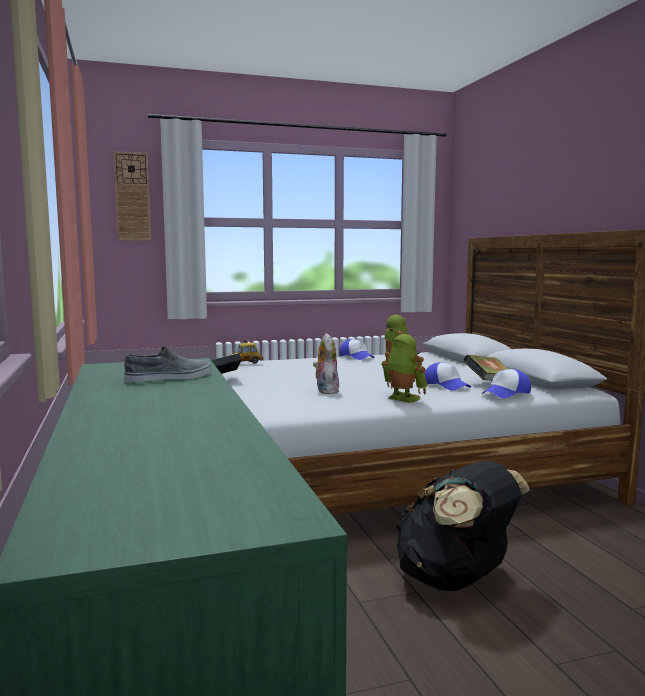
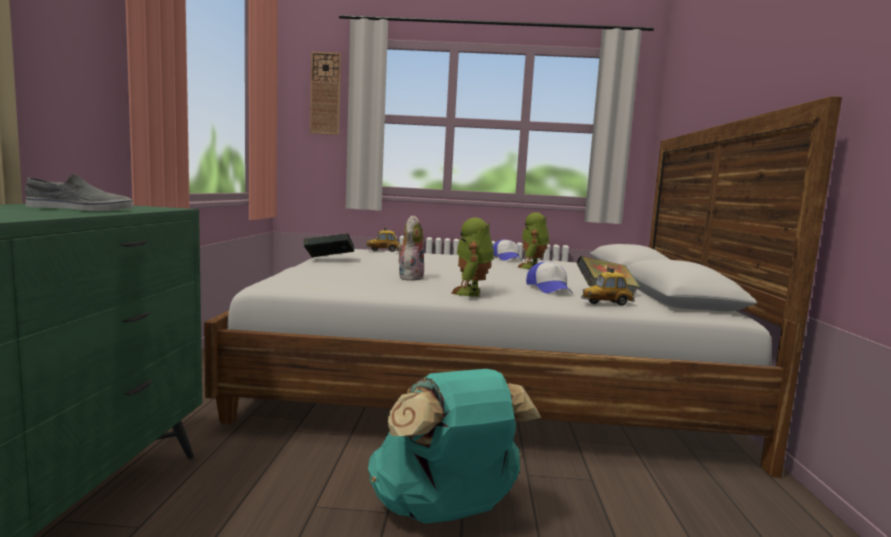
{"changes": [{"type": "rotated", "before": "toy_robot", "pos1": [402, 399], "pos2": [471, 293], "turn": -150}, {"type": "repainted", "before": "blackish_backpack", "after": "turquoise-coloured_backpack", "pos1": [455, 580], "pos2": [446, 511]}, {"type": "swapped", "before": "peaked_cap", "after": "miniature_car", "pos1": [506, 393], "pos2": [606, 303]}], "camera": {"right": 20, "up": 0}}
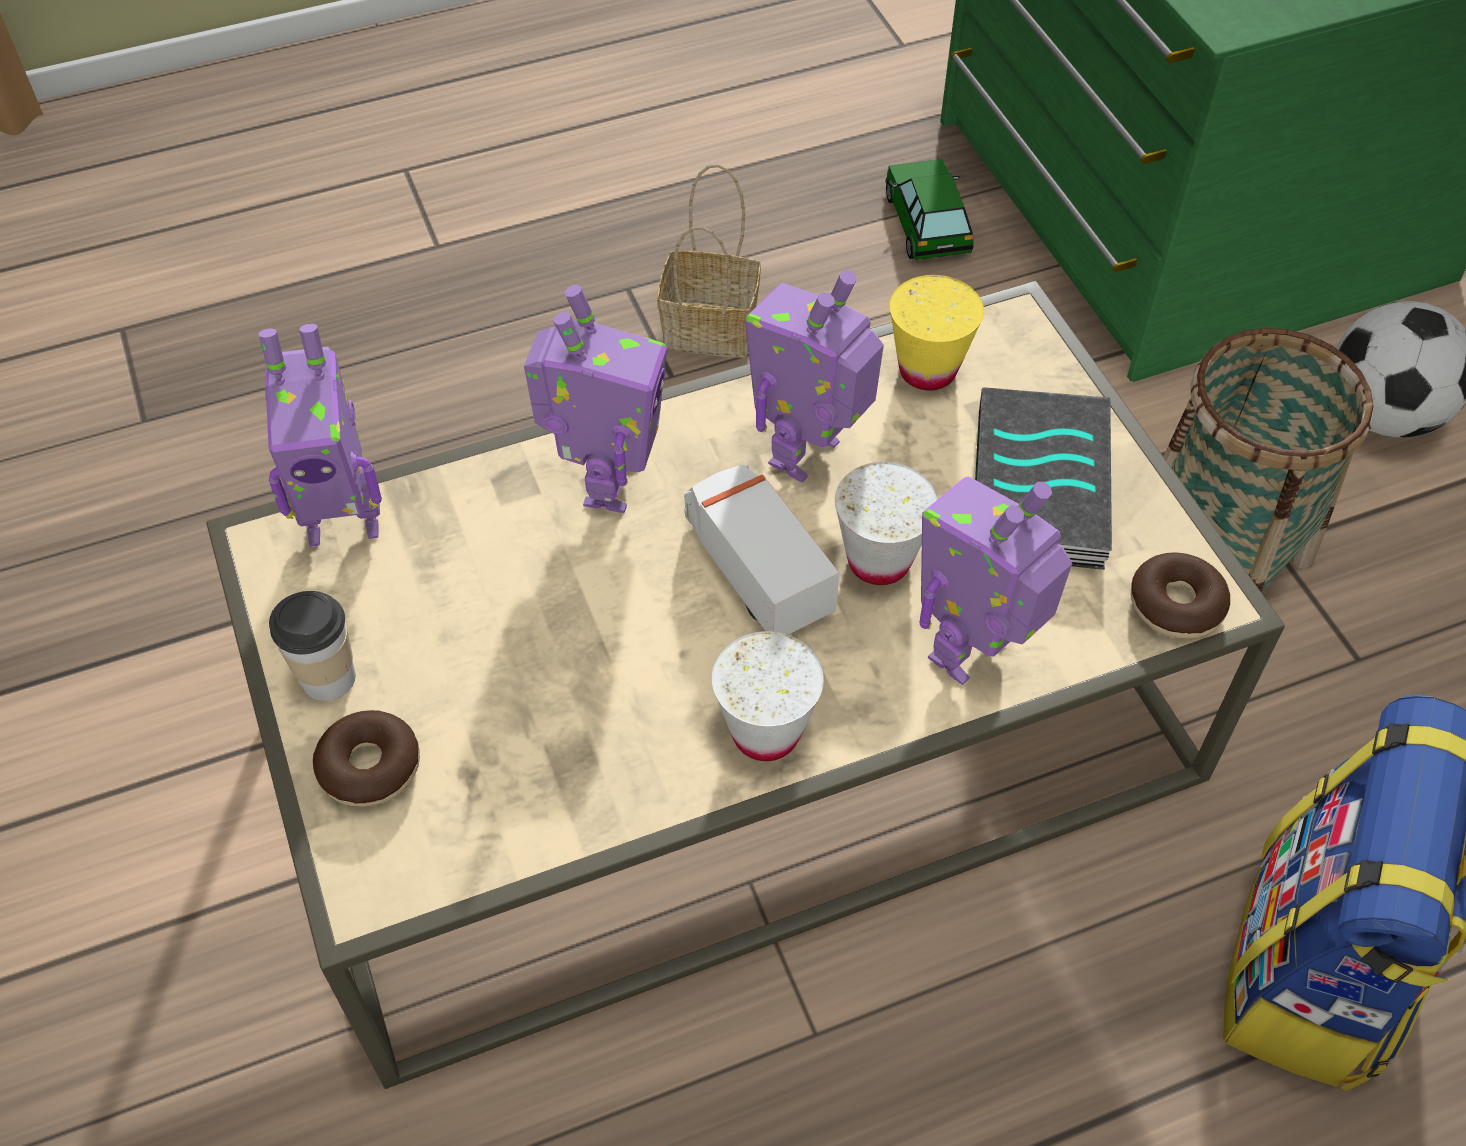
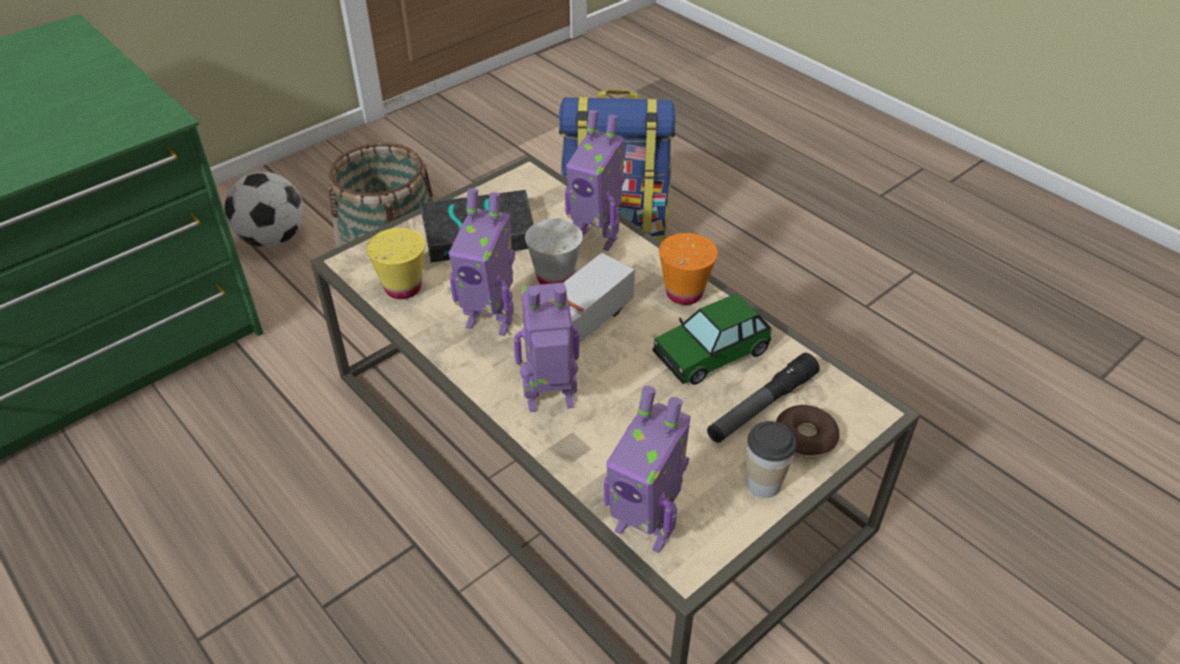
{"changes": [{"type": "rotated", "before": "toy_robot", "pos1": [343, 521], "pos2": [645, 527], "turn": 150}, {"type": "gone", "before": "household_basket", "pos1": [713, 328]}, {"type": "repainted", "before": "white-coloured_drinking_cup", "after": "orange_drinking_cup", "pos1": [765, 733], "pos2": [684, 293]}, {"type": "shifted", "before": "miniature_car", "pos1": [927, 222], "pos2": [711, 352]}, {"type": "gone", "before": "donut", "pos1": [1176, 605]}, {"type": "new", "after": "flashlight", "pos2": [761, 406]}], "camera": {"right": -110, "up": -10}}
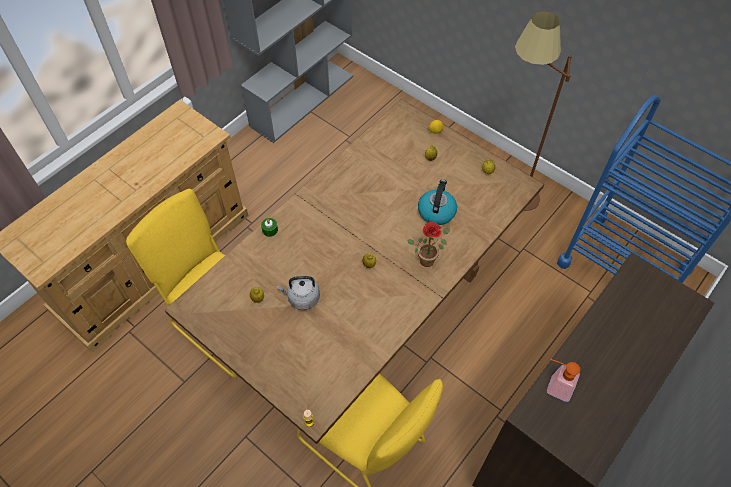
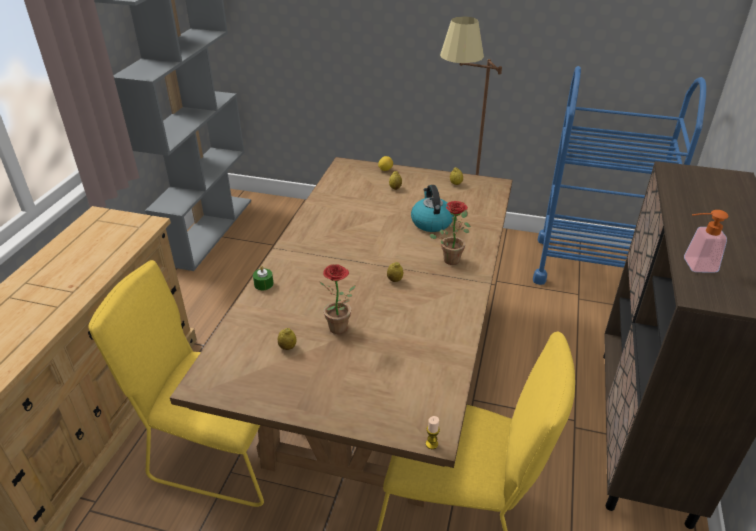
{"changes": [{"type": "swapped", "before": "gray_tea_kettle", "after": "plant_in_a_pot", "pos1": [302, 298], "pos2": [340, 330]}], "camera": {"right": -25, "up": -20}}
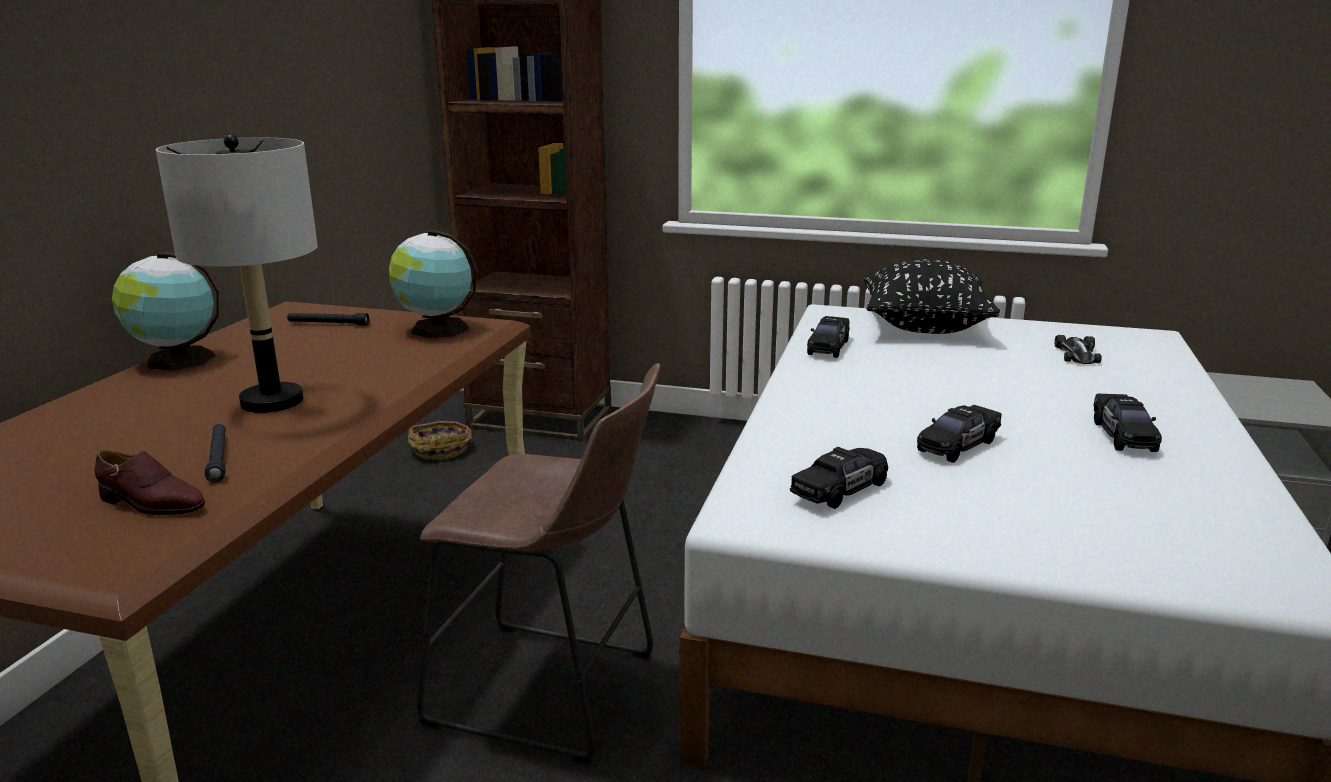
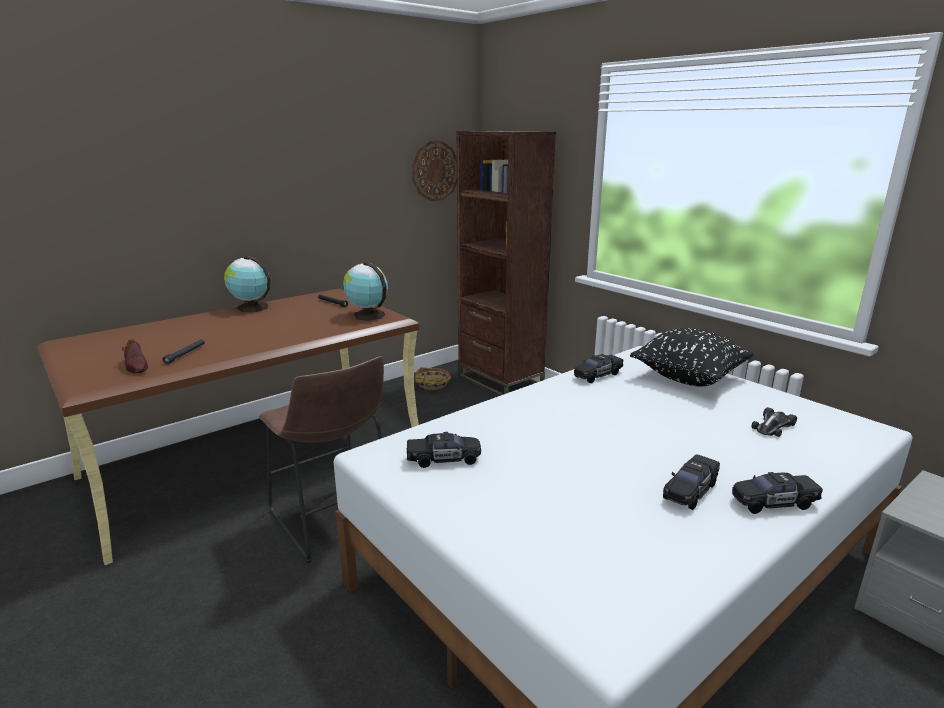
{"changes": [{"type": "gone", "before": "gray_tabletop_lamp", "pos1": [271, 401]}, {"type": "shifted", "before": "blackish_miniature_car", "pos1": [957, 446], "pos2": [773, 502]}, {"type": "new", "after": "clock_on_the_wall", "pos2": [435, 171]}], "camera": {"right": 35, "up": 0}}
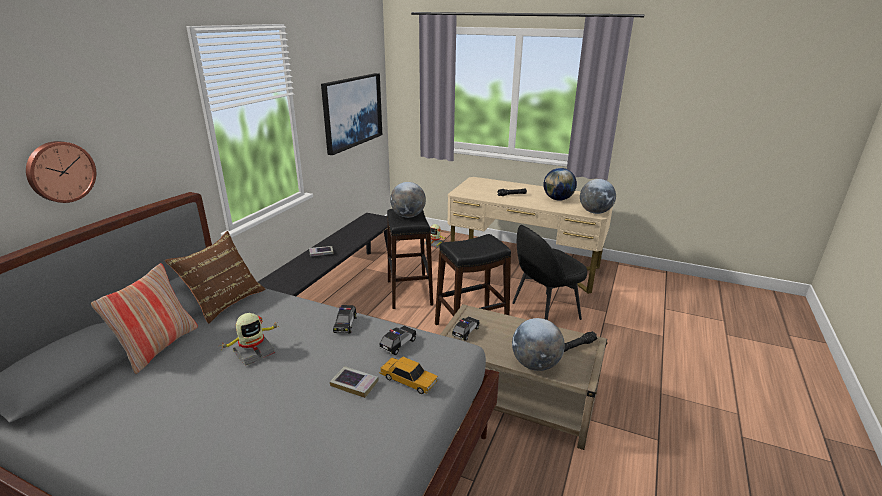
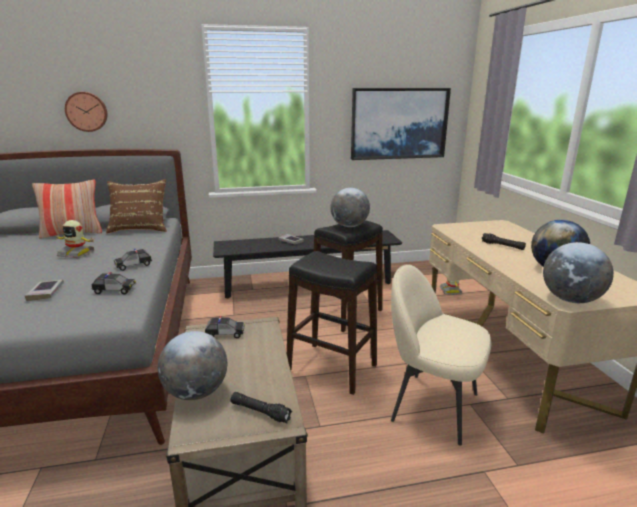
{"changes": [{"type": "gone", "before": "miniature_car", "pos1": [409, 380]}, {"type": "repainted", "before": "blackish_plain_chair", "after": "beige-coloured_plain_chair", "pos1": [544, 311], "pos2": [432, 405]}], "camera": {"right": 55, "up": -5}}
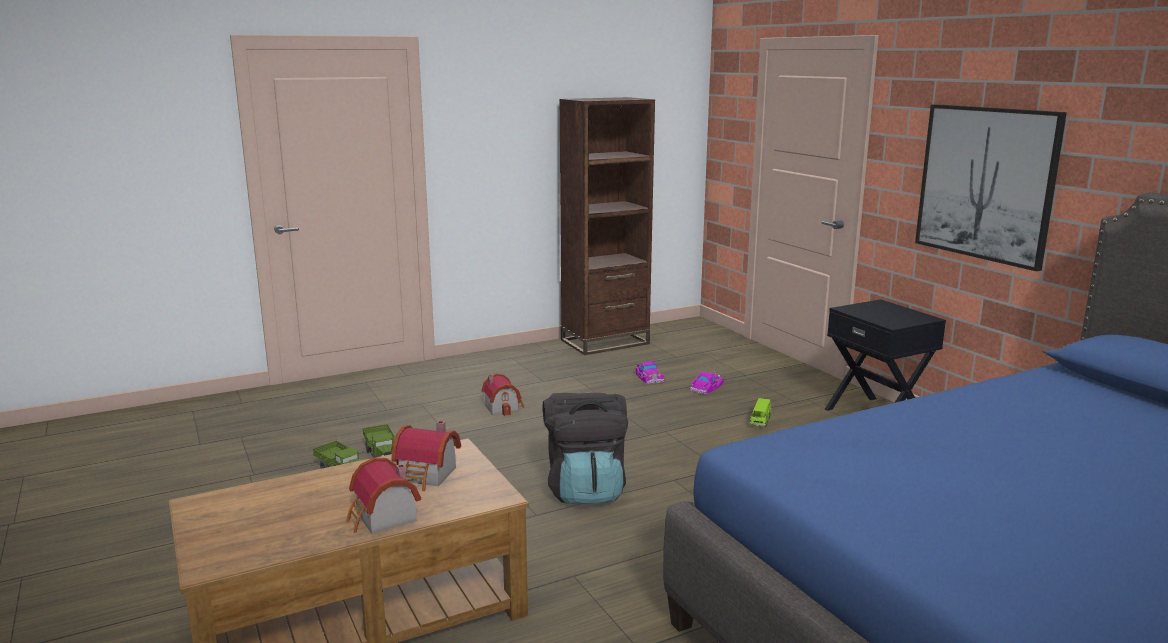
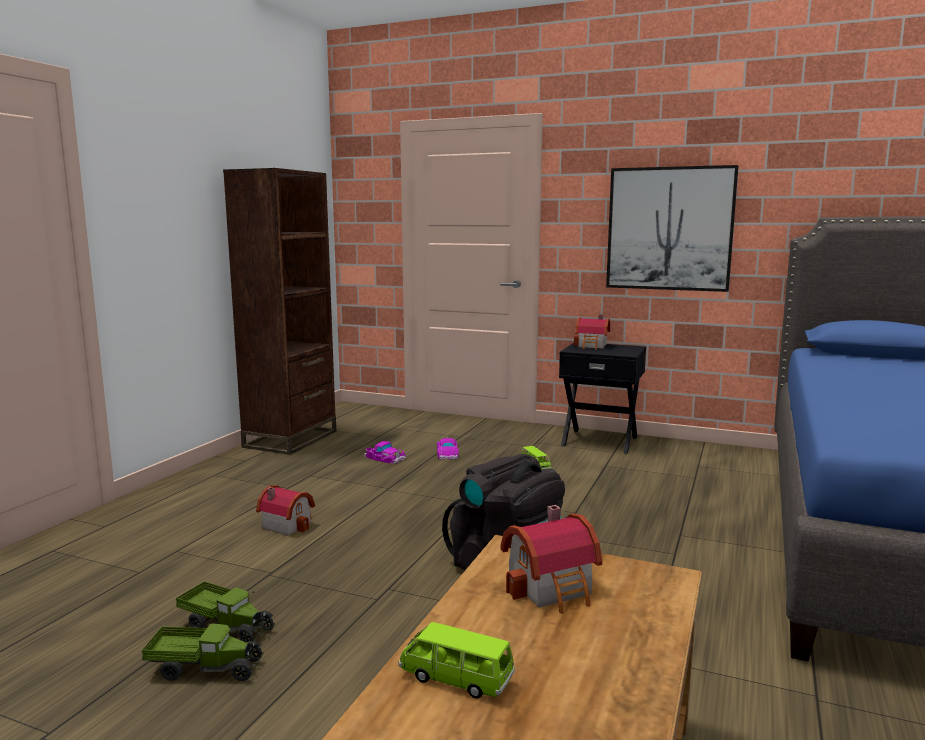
{"changes": [{"type": "shifted", "before": "model_house", "pos1": [383, 519], "pos2": [593, 346]}, {"type": "new", "after": "green_miniature_car", "pos2": [456, 678]}], "camera": {"right": -40, "up": -5}}
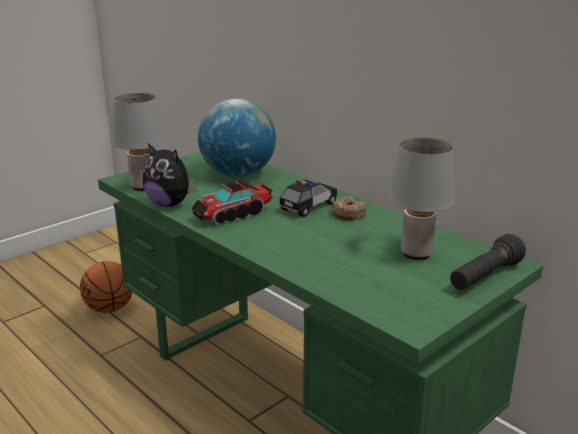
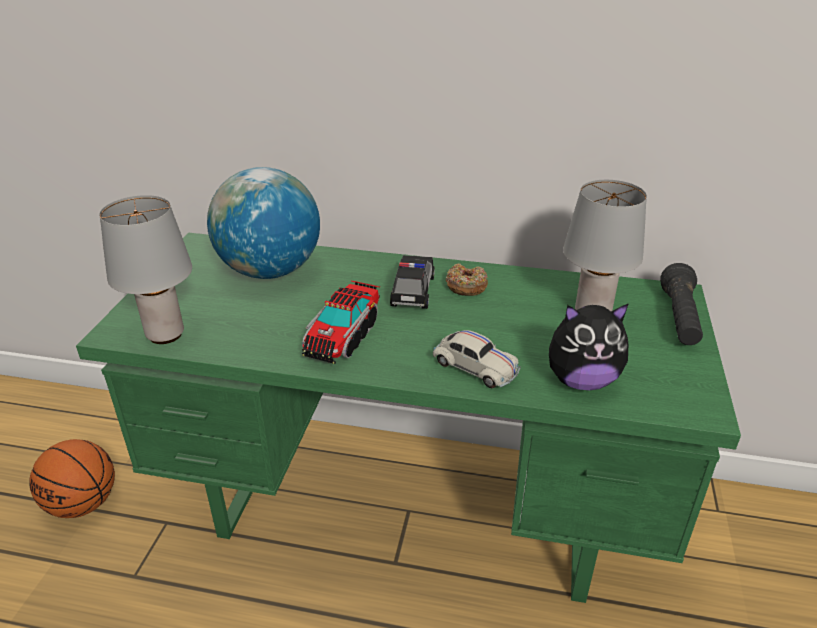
{"changes": [{"type": "shifted", "before": "soft_toy", "pos1": [170, 204], "pos2": [581, 380]}, {"type": "new", "after": "white-coloured_miniature_car", "pos2": [475, 367]}], "camera": {"right": -35, "up": 10}}
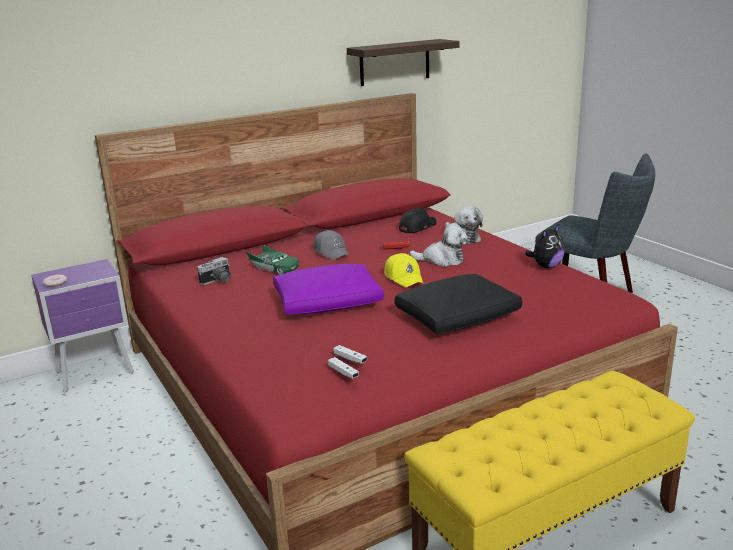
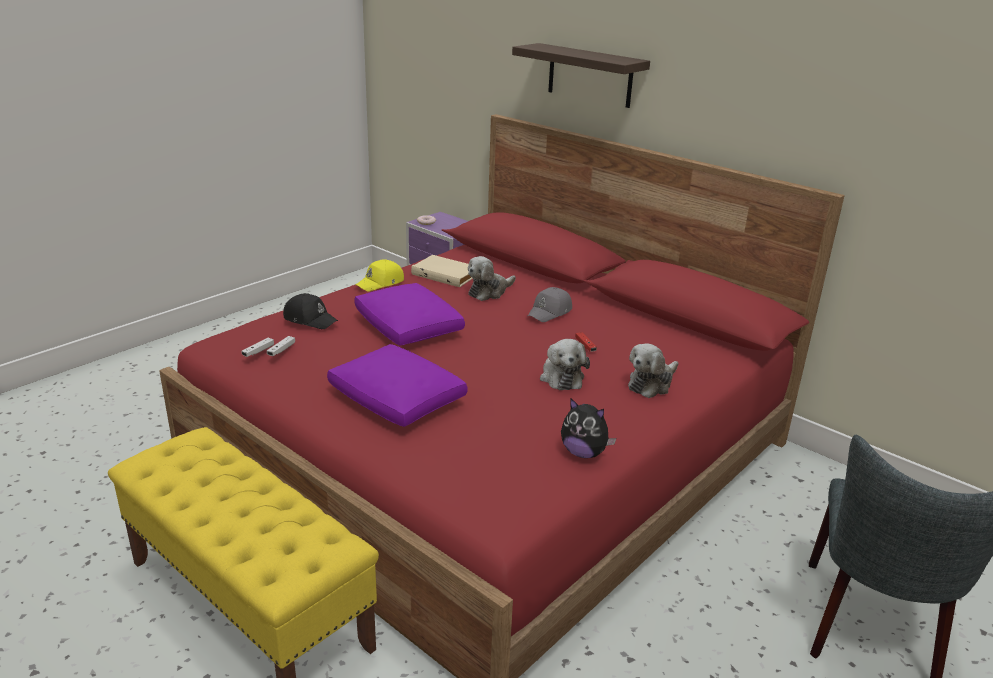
{"changes": [{"type": "swapped", "before": "still_camera", "after": "beige-coloured_volume", "pos1": [217, 281], "pos2": [446, 274]}, {"type": "swapped", "before": "green_miniature_car", "after": "soft_toy", "pos1": [274, 268], "pos2": [489, 292]}, {"type": "shifted", "before": "wall_shelf", "pos1": [395, 62], "pos2": [590, 75]}, {"type": "shifted", "before": "yellowish_peaked_cap", "pos1": [404, 277], "pos2": [381, 283]}, {"type": "repainted", "before": "blackish_throw_pillow", "after": "purplish_throw_pillow", "pos1": [458, 317], "pos2": [398, 400]}, {"type": "shifted", "before": "blackish_peaked_cap", "pos1": [417, 227], "pos2": [310, 319]}], "camera": {"right": 70, "up": 5}}
